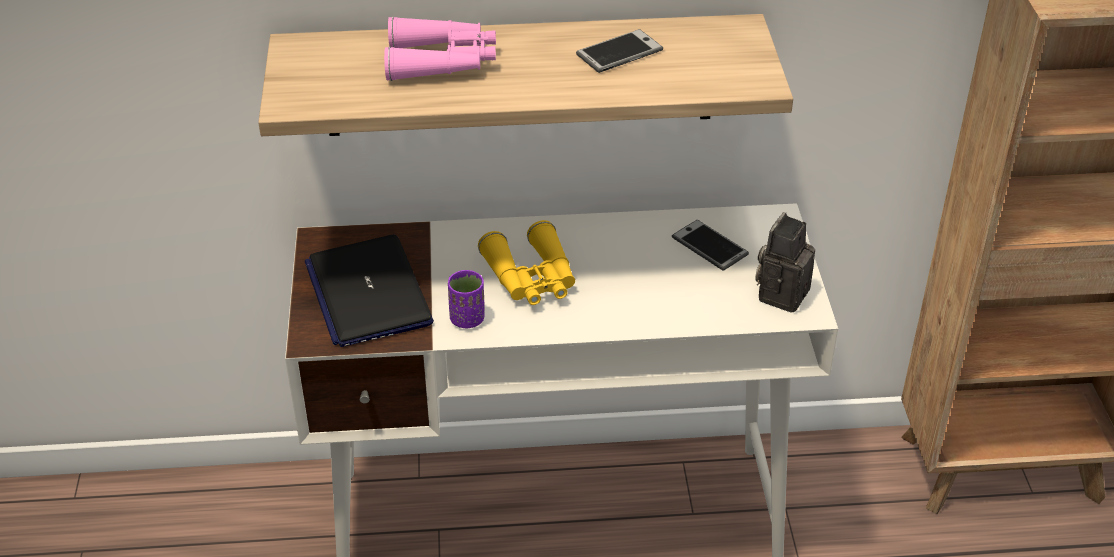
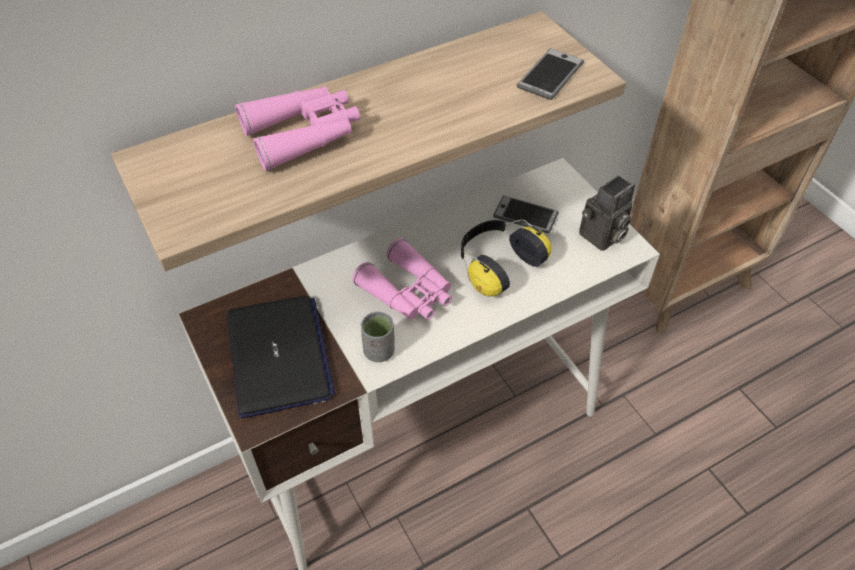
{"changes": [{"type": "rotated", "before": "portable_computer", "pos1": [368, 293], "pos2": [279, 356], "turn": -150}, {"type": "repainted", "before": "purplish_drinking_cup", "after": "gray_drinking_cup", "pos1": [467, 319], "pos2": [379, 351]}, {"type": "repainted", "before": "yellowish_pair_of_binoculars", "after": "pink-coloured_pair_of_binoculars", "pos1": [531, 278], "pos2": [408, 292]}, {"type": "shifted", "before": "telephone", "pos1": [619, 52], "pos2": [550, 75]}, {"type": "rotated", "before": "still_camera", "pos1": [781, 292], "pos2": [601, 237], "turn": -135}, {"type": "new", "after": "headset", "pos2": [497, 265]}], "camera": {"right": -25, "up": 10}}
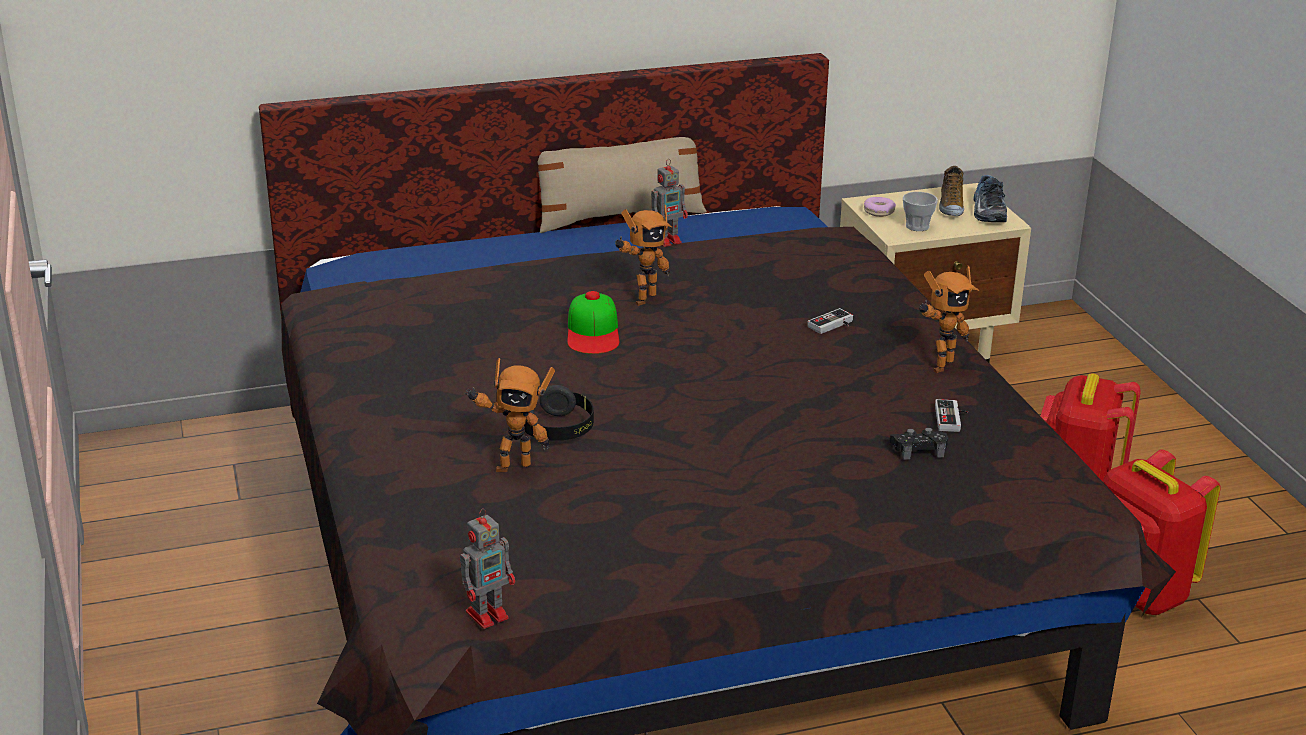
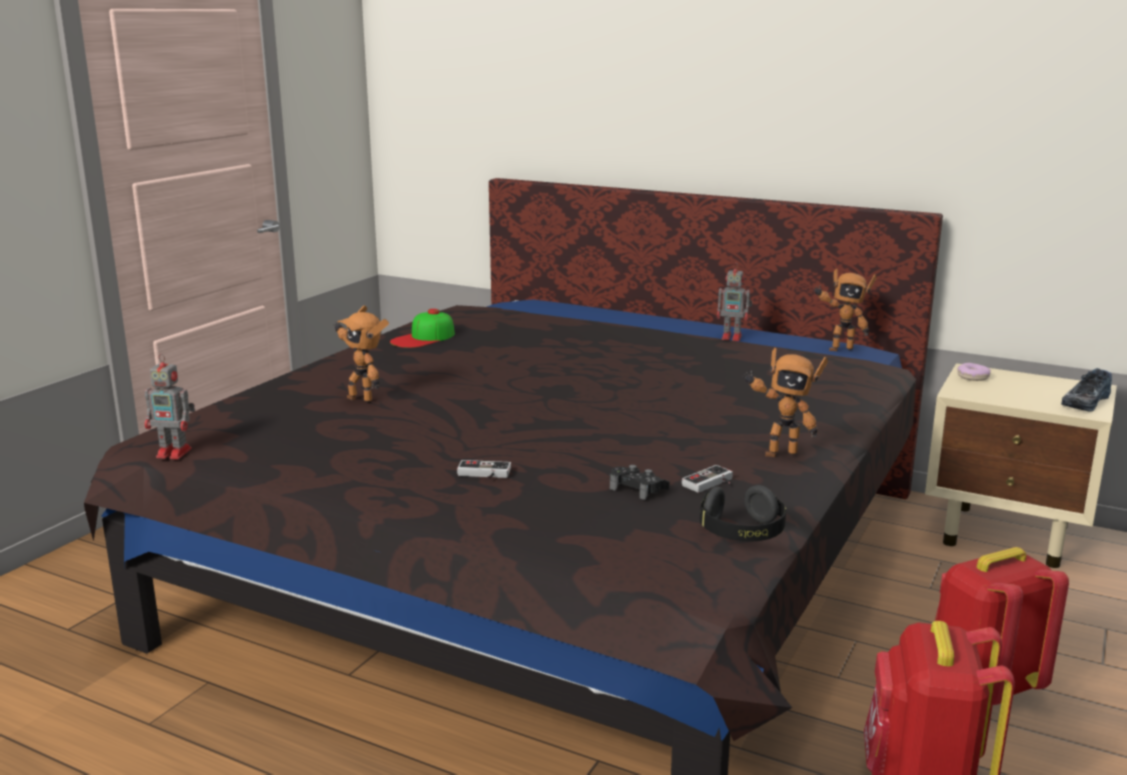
{"changes": [{"type": "shifted", "before": "blackish_headset", "pos1": [558, 430], "pos2": [742, 532]}, {"type": "gone", "before": "beige-coloured_throw_pillow", "pos1": [620, 217]}, {"type": "shifted", "before": "peaked_cap", "pos1": [593, 332], "pos2": [423, 338]}, {"type": "shifted", "before": "toy_robot", "pos1": [642, 298], "pos2": [839, 348]}, {"type": "shifted", "before": "gamepad", "pos1": [833, 326], "pos2": [483, 474]}, {"type": "gone", "before": "drinking_cup", "pos1": [917, 226]}, {"type": "gone", "before": "low_shoe", "pos1": [950, 206]}], "camera": {"right": 45, "up": -10}}
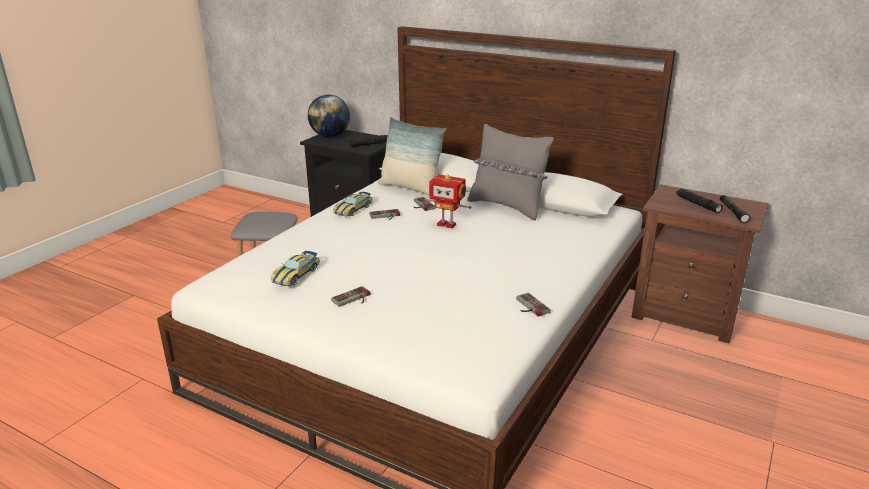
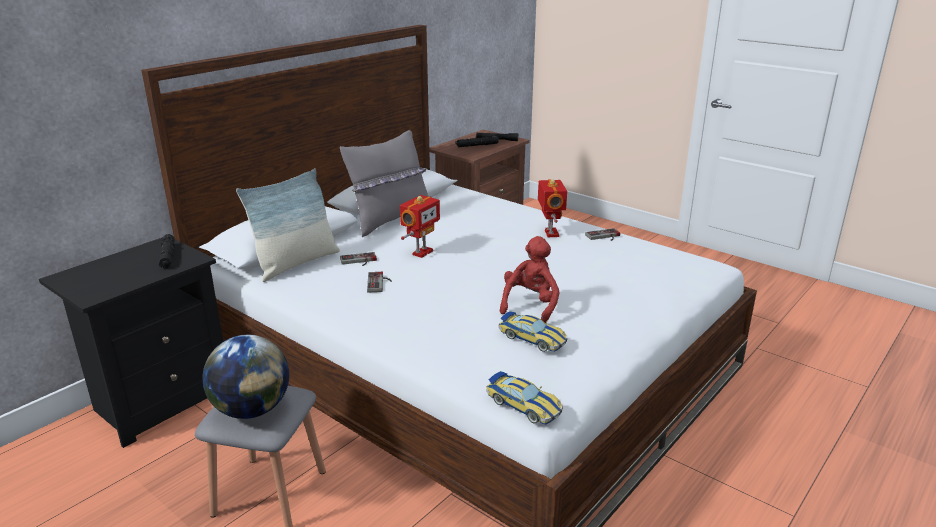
{"changes": [{"type": "shifted", "before": "world_globe", "pos1": [330, 136], "pos2": [252, 409]}, {"type": "gone", "before": "gamepad", "pos1": [353, 299]}, {"type": "shifted", "before": "miniature_car", "pos1": [353, 209], "pos2": [523, 405]}, {"type": "new", "after": "red-coloured_soft_toy", "pos2": [530, 305]}, {"type": "new", "after": "toy_robot", "pos2": [550, 233]}], "camera": {"right": -80, "up": 0}}
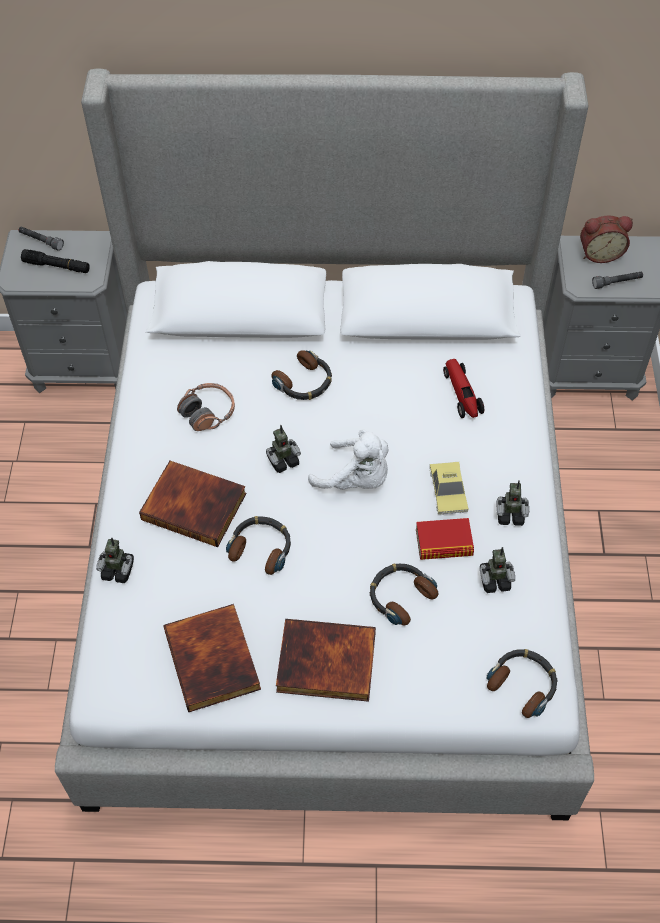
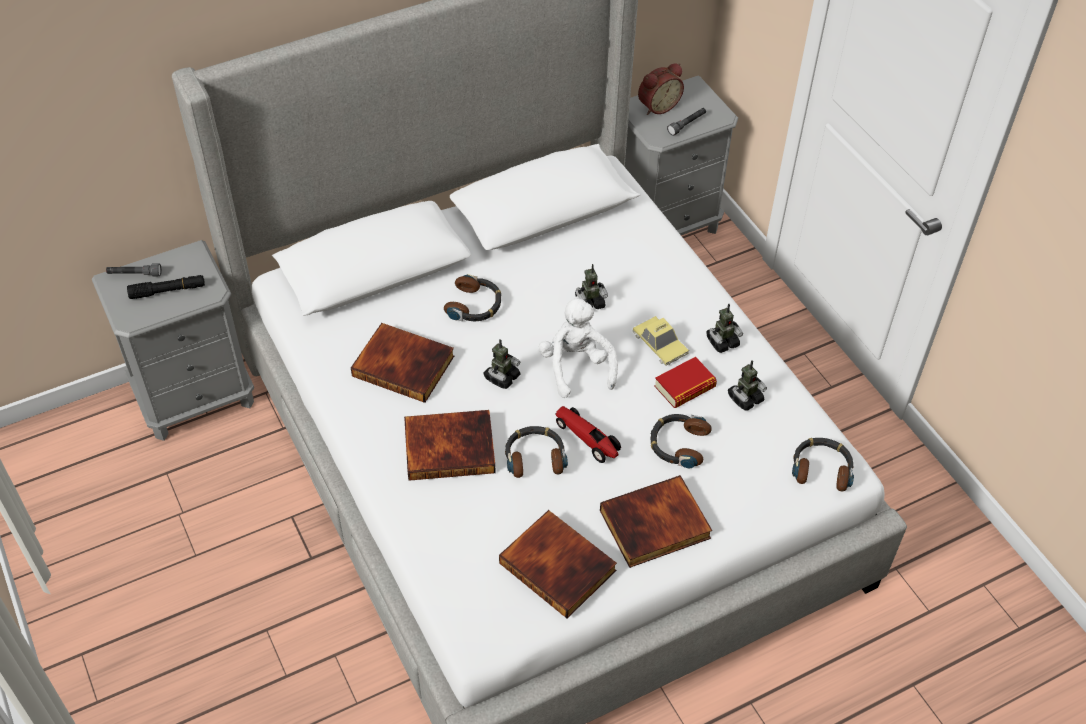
{"changes": [{"type": "shifted", "before": "toy_robot", "pos1": [118, 570], "pos2": [589, 302]}, {"type": "swapped", "before": "headset", "after": "volume", "pos1": [208, 412], "pos2": [405, 365]}, {"type": "rotated", "before": "white-coloured_soft_toy", "pos1": [356, 479], "pos2": [576, 367], "turn": -105}, {"type": "shifted", "before": "miniature_car", "pos1": [462, 394], "pos2": [587, 439]}], "camera": {"right": -30, "up": -5}}
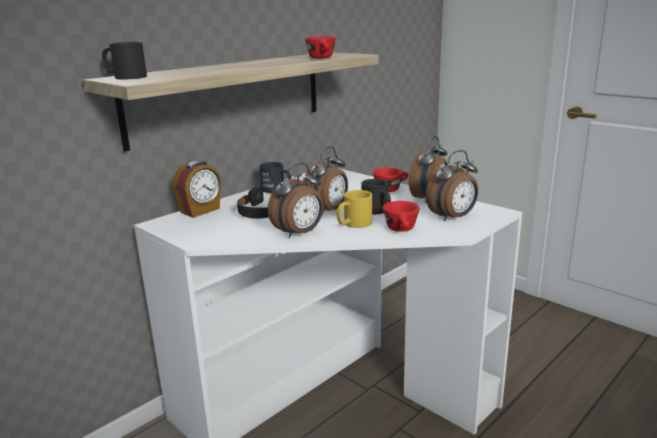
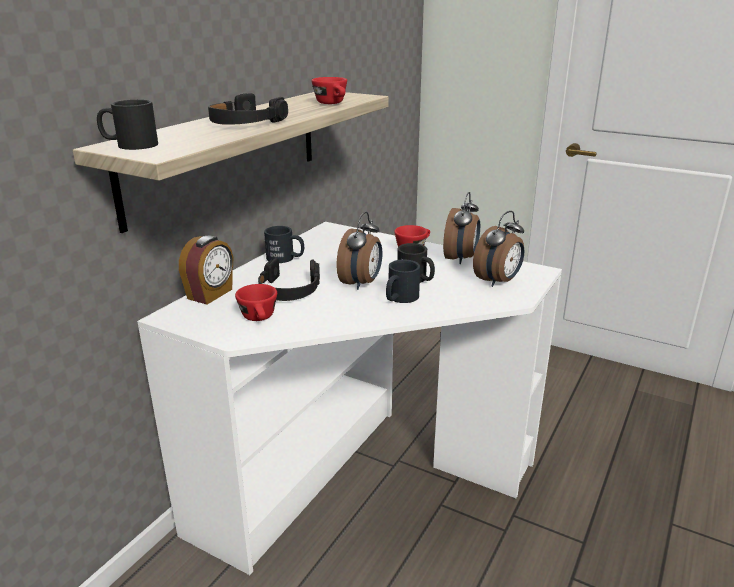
{"changes": [{"type": "gone", "before": "alarm_clock", "pos1": [299, 233]}, {"type": "repainted", "before": "yellowish_coffee_mug", "after": "blackish_coffee_mug", "pos1": [353, 224], "pos2": [399, 299]}, {"type": "shifted", "before": "red-coloured_drinking_cup", "pos1": [402, 230], "pos2": [260, 318]}, {"type": "new", "after": "blackish_headset", "pos2": [245, 122]}], "camera": {"right": -15, "up": 5}}
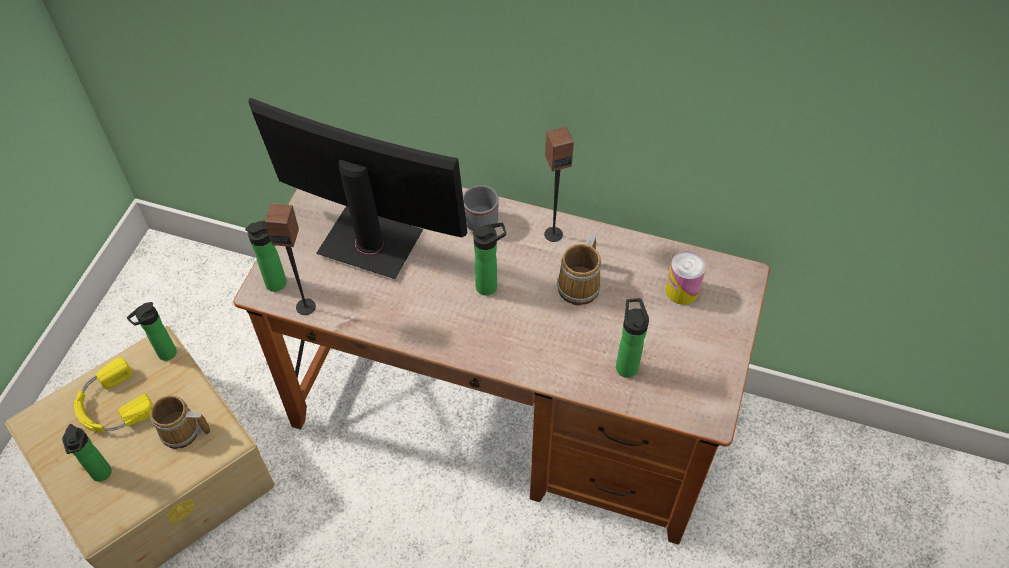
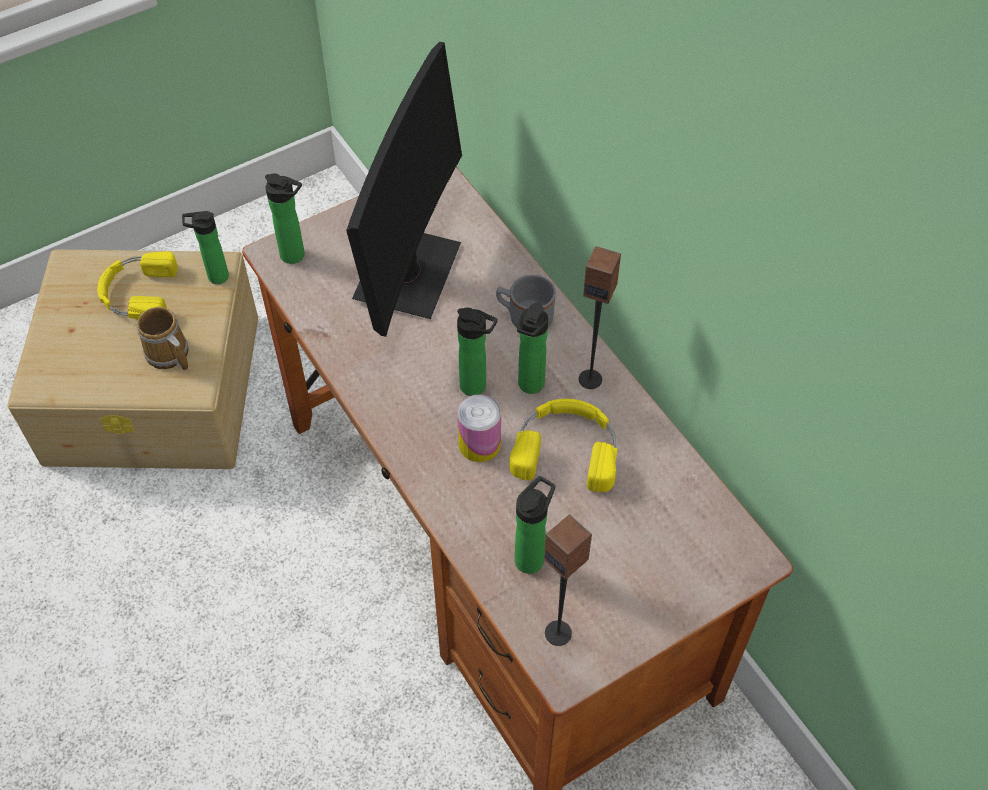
{"changes": [{"type": "shifted", "before": "bottle", "pos1": [101, 475], "pos2": [529, 387]}, {"type": "rotated", "before": "computer_display", "pos1": [370, 243], "pos2": [408, 272], "turn": 45}, {"type": "shifted", "before": "loudspeaker", "pos1": [306, 306], "pos2": [558, 632]}, {"type": "swapped", "before": "coffee_mug", "after": "yellowish_headset", "pos1": [581, 285], "pos2": [567, 448]}, {"type": "shifted", "before": "can", "pos1": [682, 290], "pos2": [479, 444]}], "camera": {"right": 40, "up": 0}}
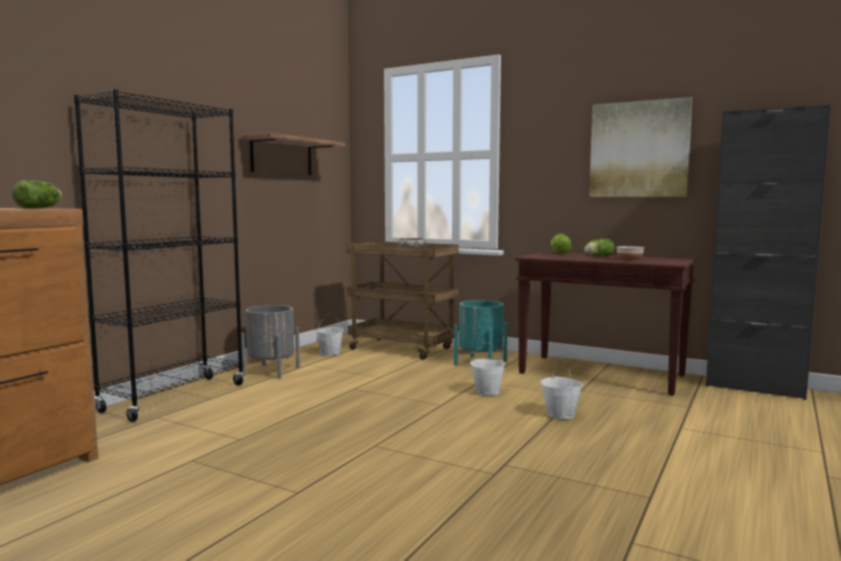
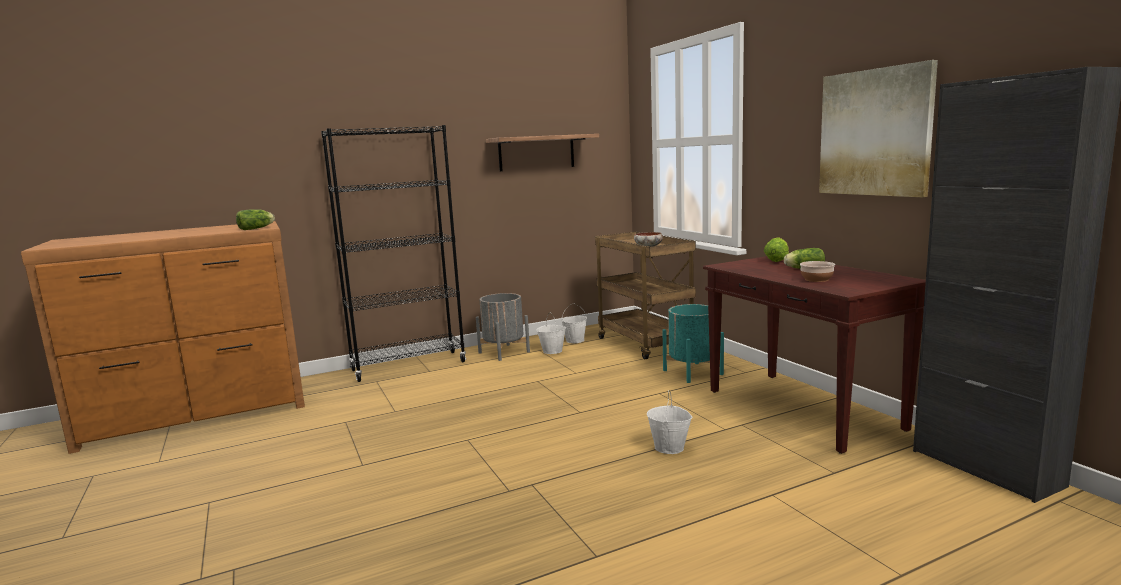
{"changes": [{"type": "shifted", "before": "white-coloured_pail", "pos1": [487, 392], "pos2": [552, 351]}], "camera": {"right": 35, "up": 5}}
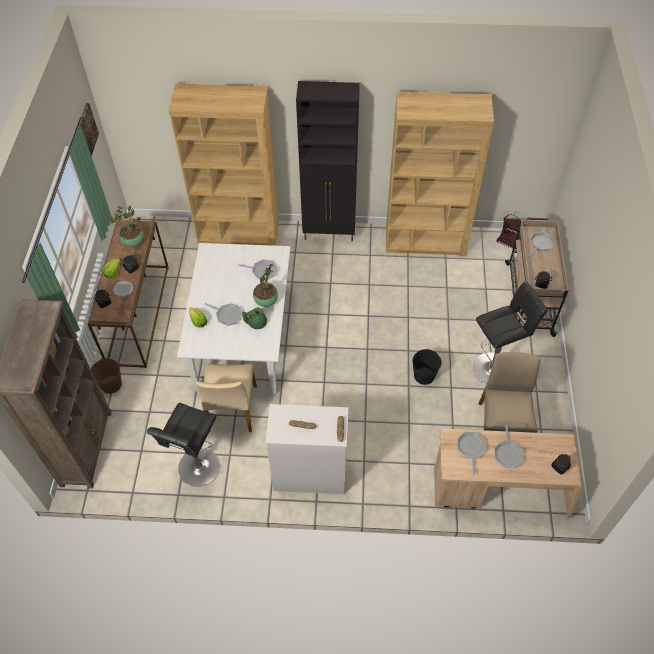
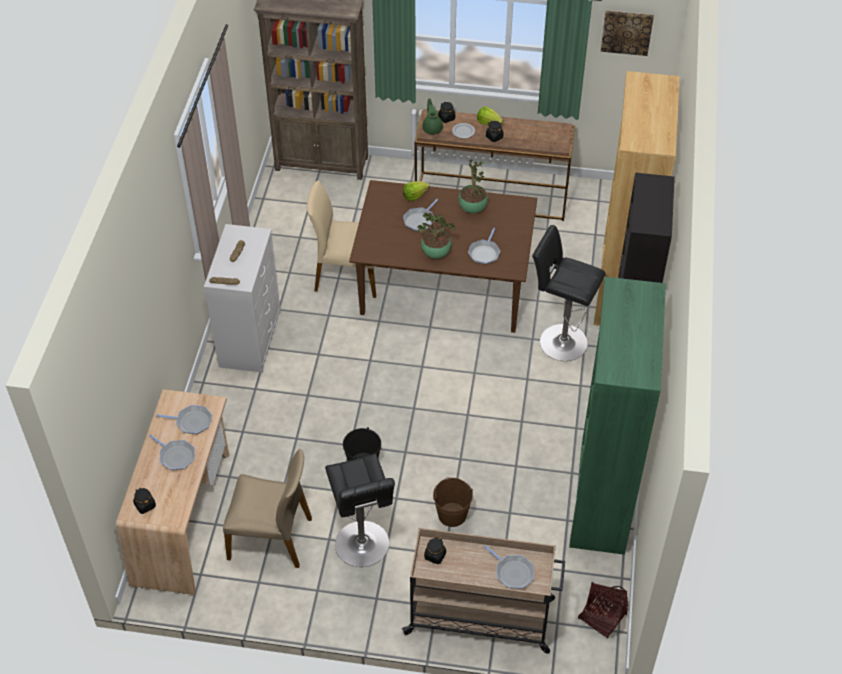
{"changes": [{"type": "shifted", "before": "brown_pail", "pos1": [111, 384], "pos2": [452, 514]}, {"type": "shifted", "before": "plant_in_a_pot", "pos1": [133, 243], "pos2": [472, 208]}, {"type": "shifted", "before": "blackish_stool_seat", "pos1": [197, 470], "pos2": [560, 341]}, {"type": "repainted", "before": "white-coloured_dining_table", "after": "brown_dining_table", "pos1": [242, 339], "pos2": [444, 287]}, {"type": "shifted", "before": "green_teapot", "pos1": [256, 323], "pos2": [432, 128]}, {"type": "repainted", "before": "brown_bookcase", "after": "green_bookcase", "pos1": [425, 241], "pos2": [601, 499]}, {"type": "rotated", "before": "frying_pan", "pos1": [508, 454], "pos2": [176, 456], "turn": -150}], "camera": {"right": 95, "up": -5}}
